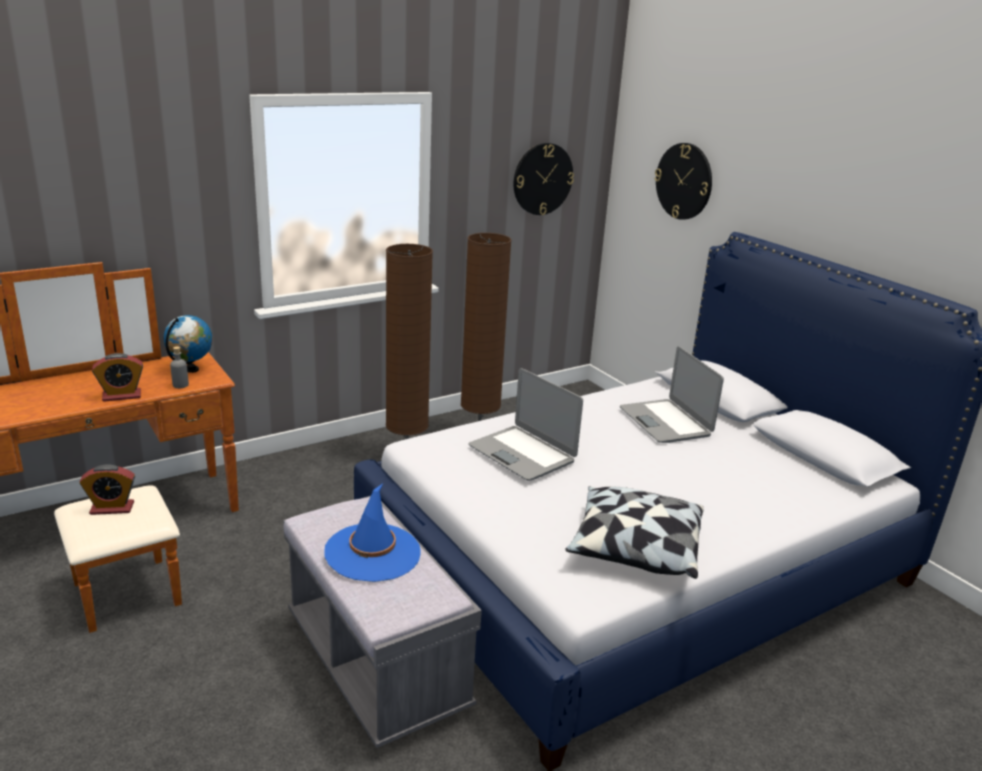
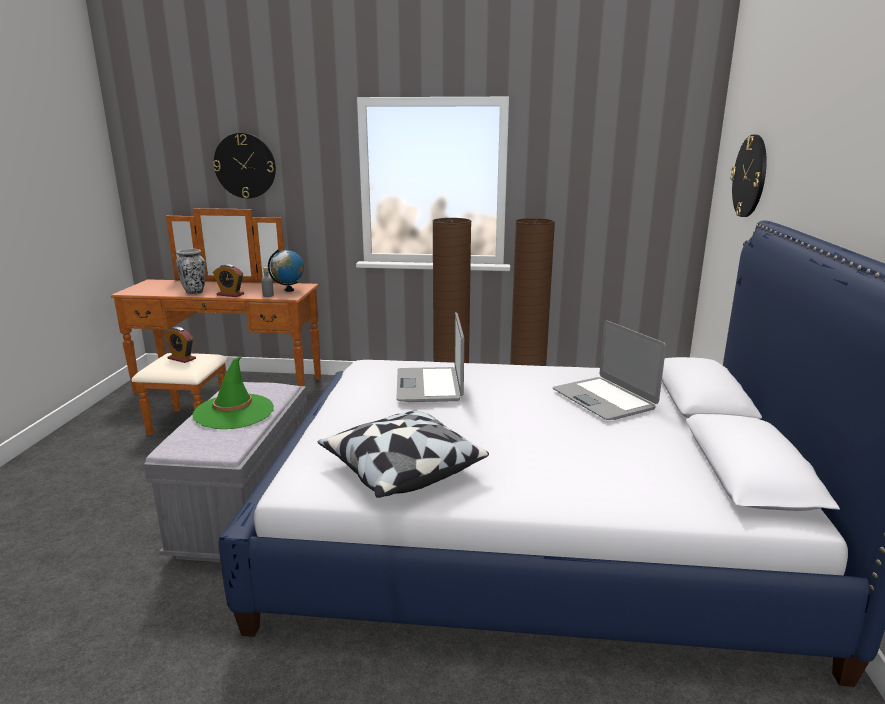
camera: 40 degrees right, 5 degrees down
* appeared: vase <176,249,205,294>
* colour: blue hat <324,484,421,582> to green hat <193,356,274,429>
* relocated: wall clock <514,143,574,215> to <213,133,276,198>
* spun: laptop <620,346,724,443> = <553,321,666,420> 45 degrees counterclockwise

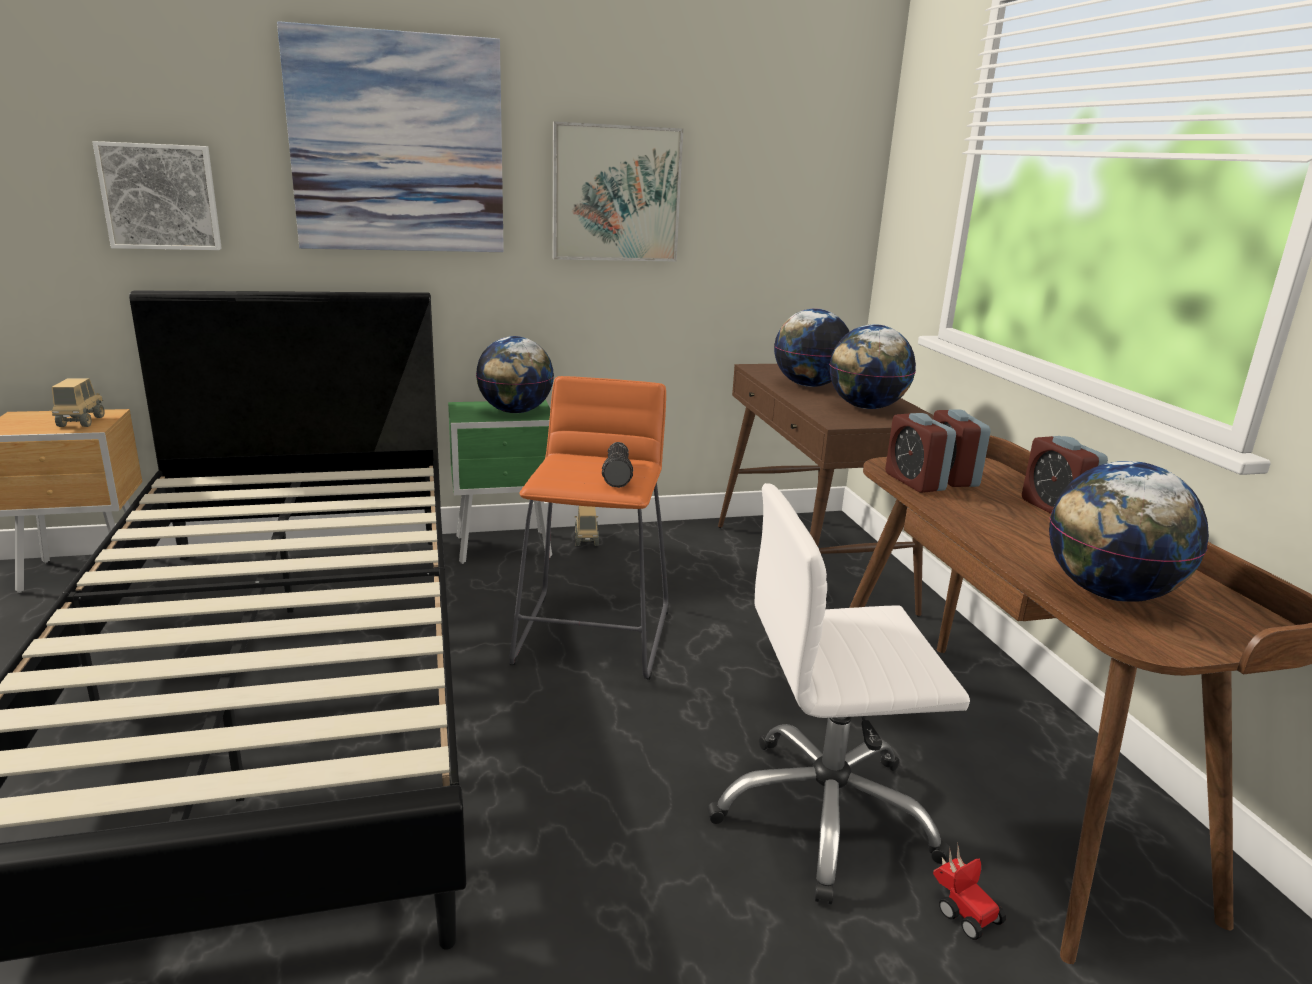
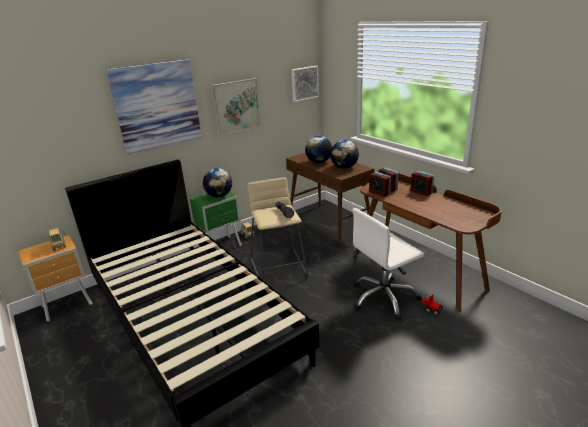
camera: 20 degrees left, 5 degrees up
* colour: orange stool <509,376,669,680> to beige stool <247,177,309,279>
* relocated: picture <93,141,222,250> to <291,66,319,102>
* missing: globe <1049,461,1209,602>

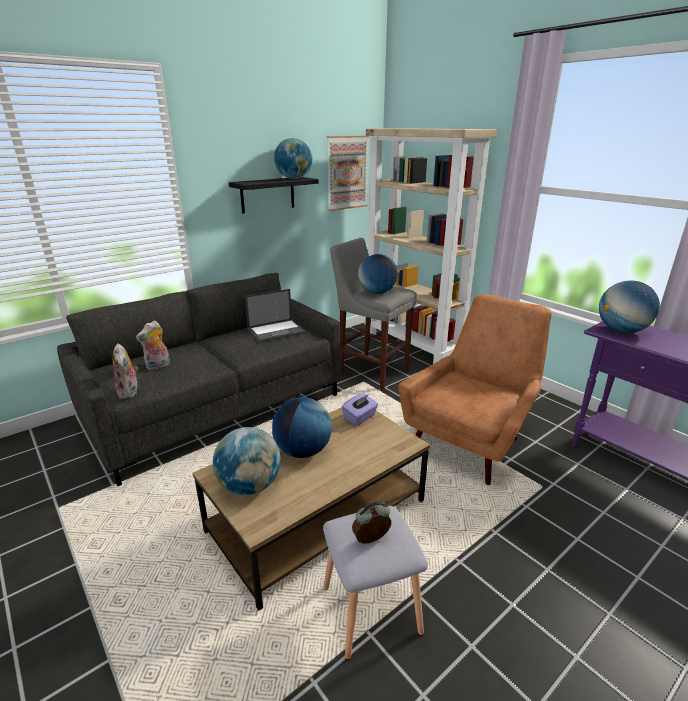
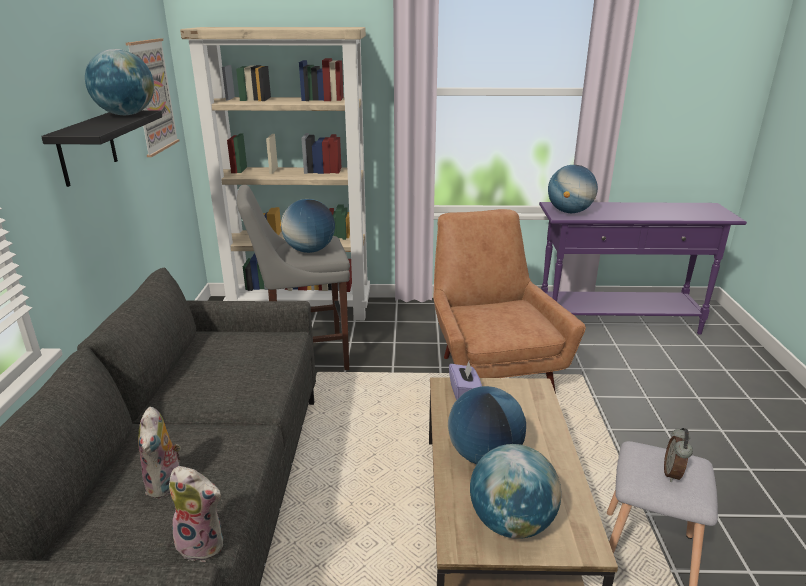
camera: 50 degrees left, 0 degrees up
* missing: laptop <245,289,306,343>

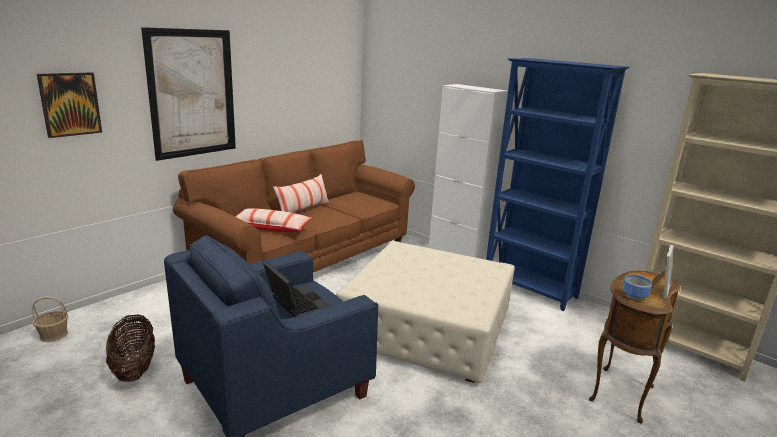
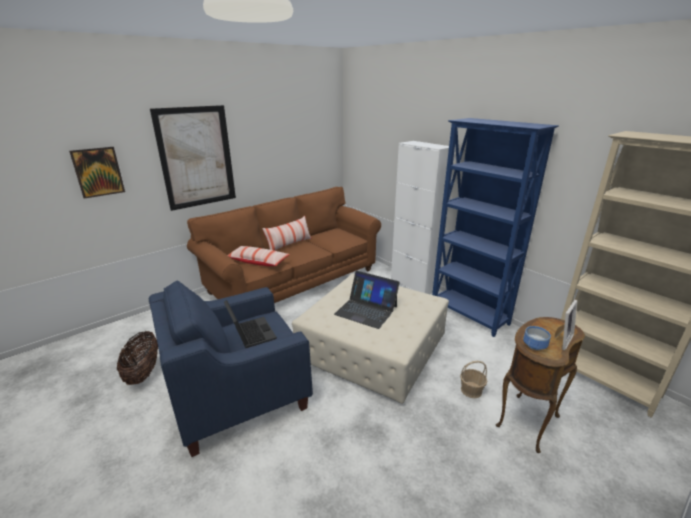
camera: 10 degrees right, 5 degrees up
* appeared: laptop <334,271,400,329>
* relocated: basket <32,296,68,342> to <460,361,487,398>

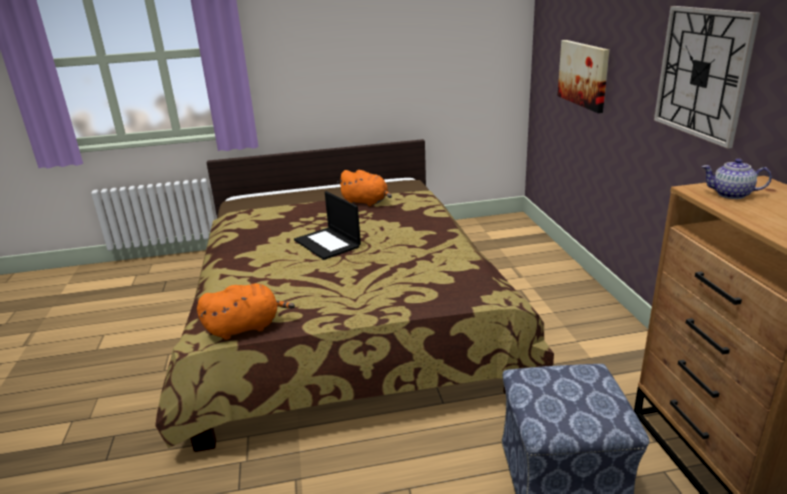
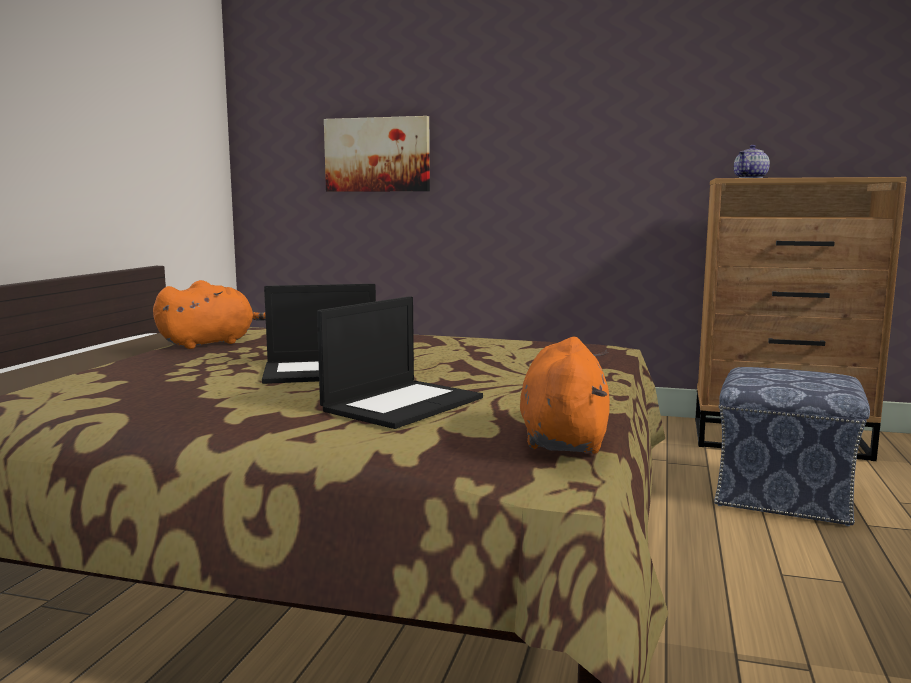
camera: 65 degrees left, 15 degrees down
* appeared: laptop <317,296,483,429>
* missing: wall clock <654,6,760,149>

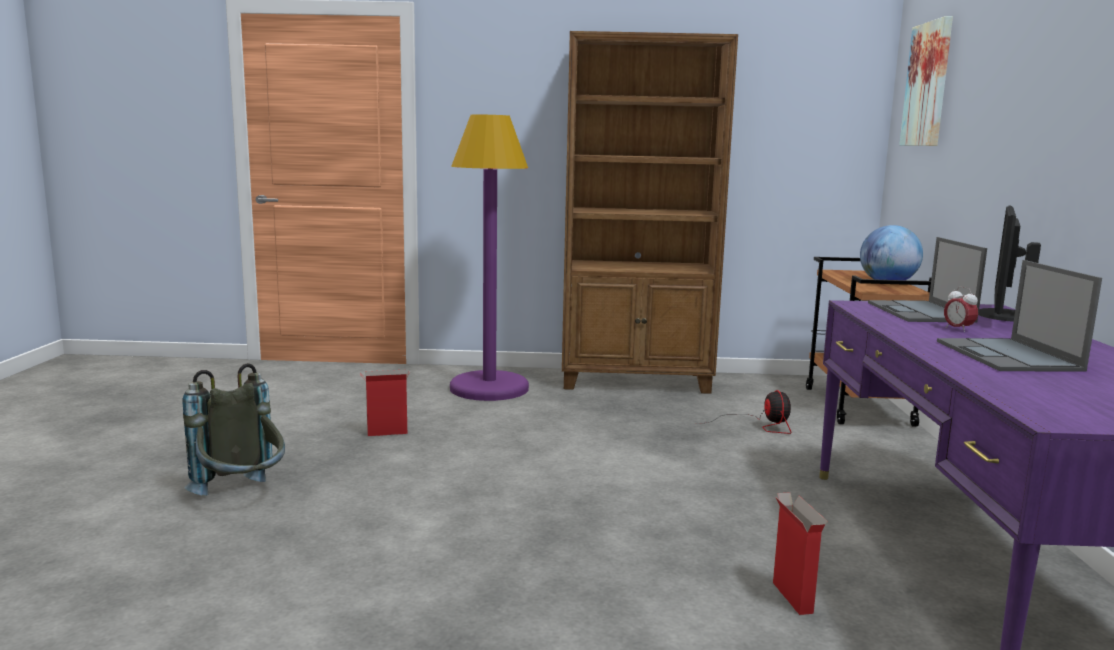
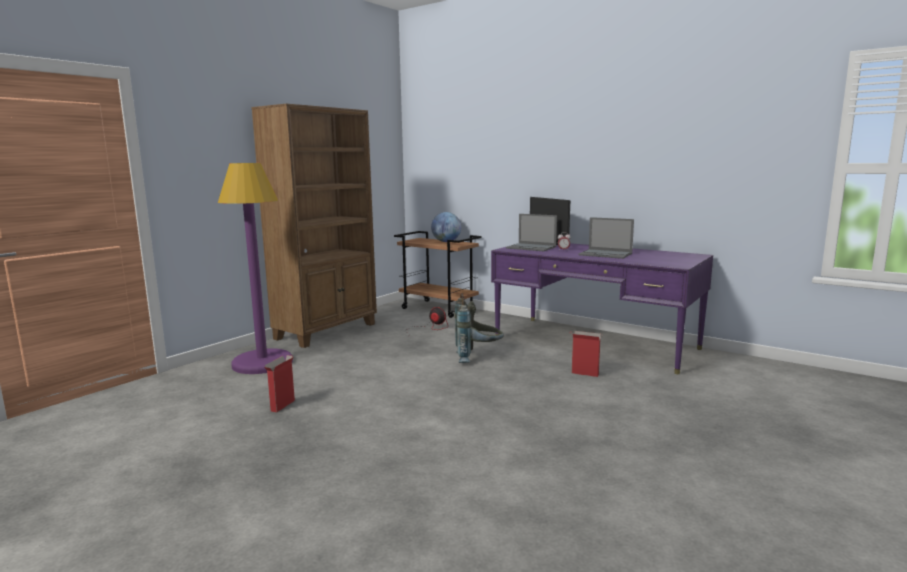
camera: 55 degrees left, 0 degrees up
* relocated: grey backpack <182,363,285,496> to <455,293,504,363>
* missing: picture <899,16,953,146>

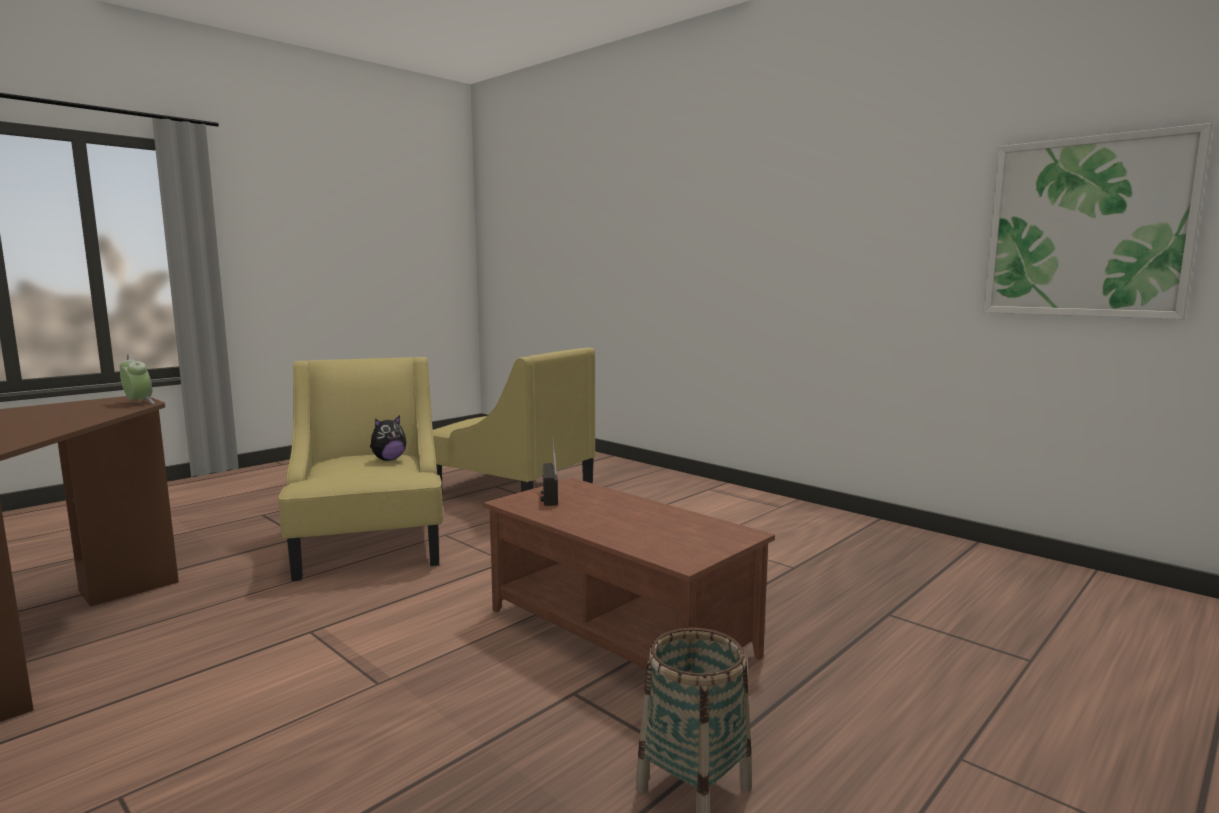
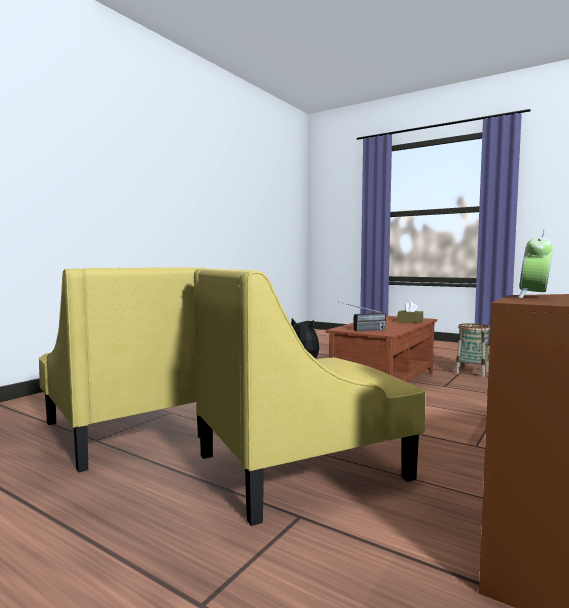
camera: 100 degrees left, 5 degrees down
* spun: yellow armchair <433,347,595,492> = <39,267,204,472> 120 degrees clockwise
* appeared: brown tissue box <398,302,423,323>
* missing: picture <983,123,1212,319>

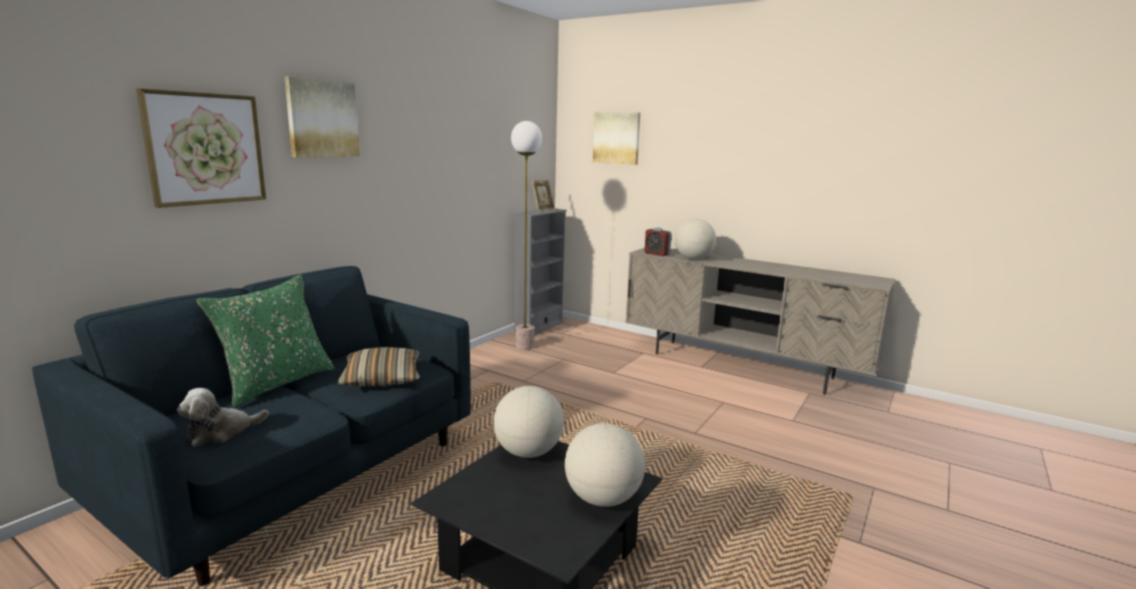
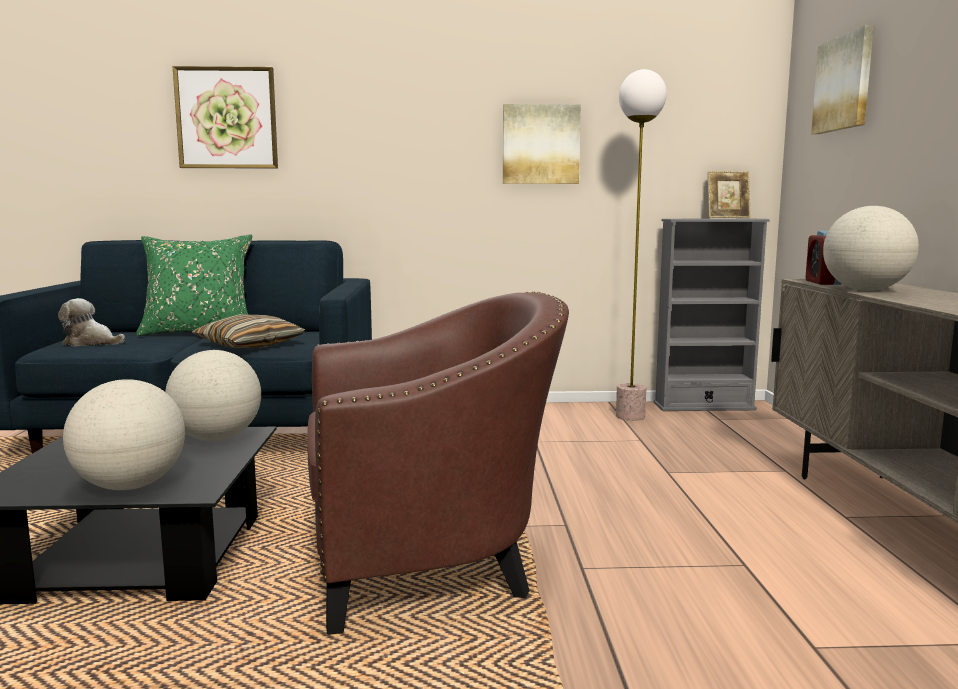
camera: 55 degrees right, 5 degrees down
* appeared: brown armchair <307,292,569,635>
* relocated: picture <284,76,360,157> to <503,104,581,184>

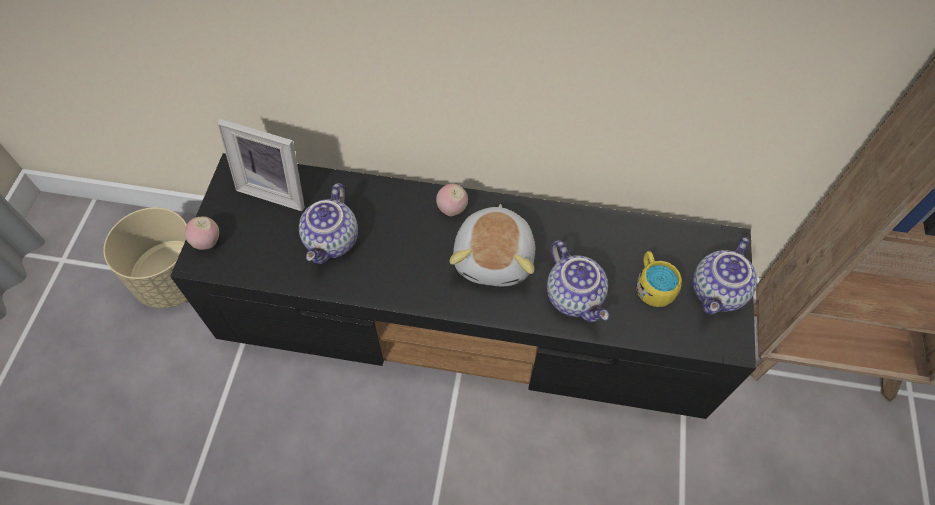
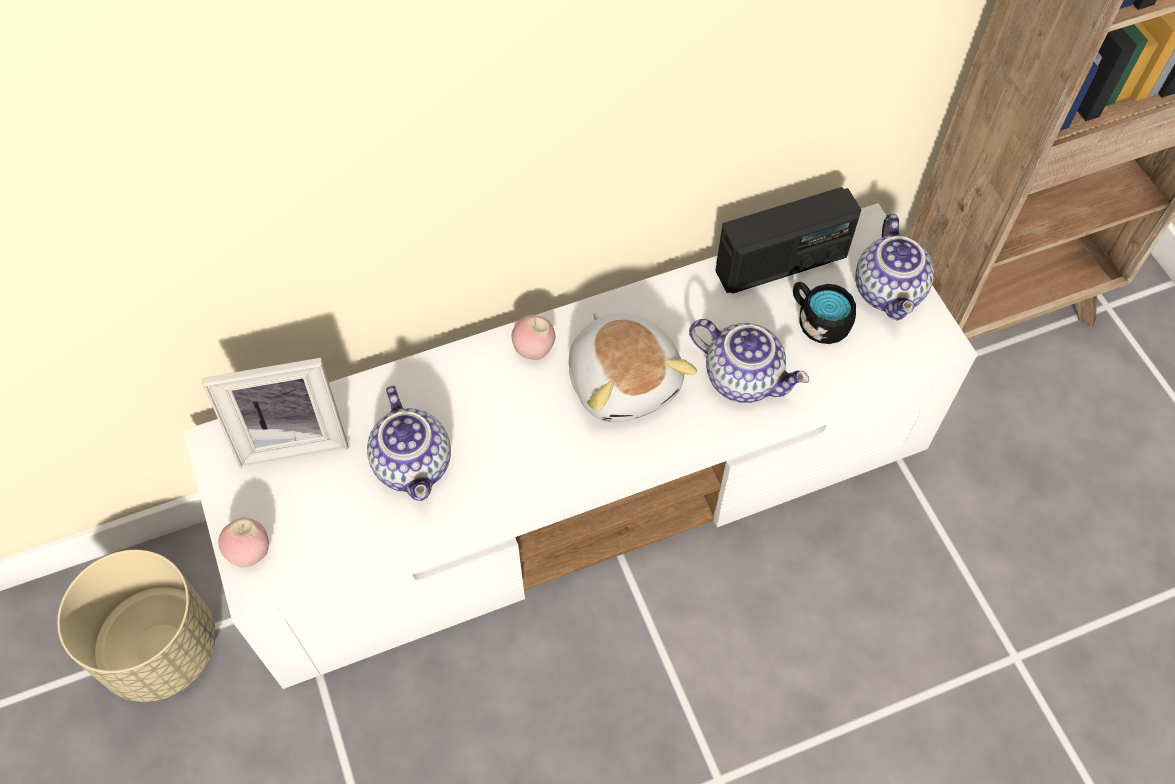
camera: 30 degrees left, 0 degrees up
* colour: black tv stand <170,153,756,419> to white tv stand <183,203,977,689>
* appeared: radio <715,187,861,293>
* colour: yellow mug <636,251,682,307> to black mug <793,282,856,344>

